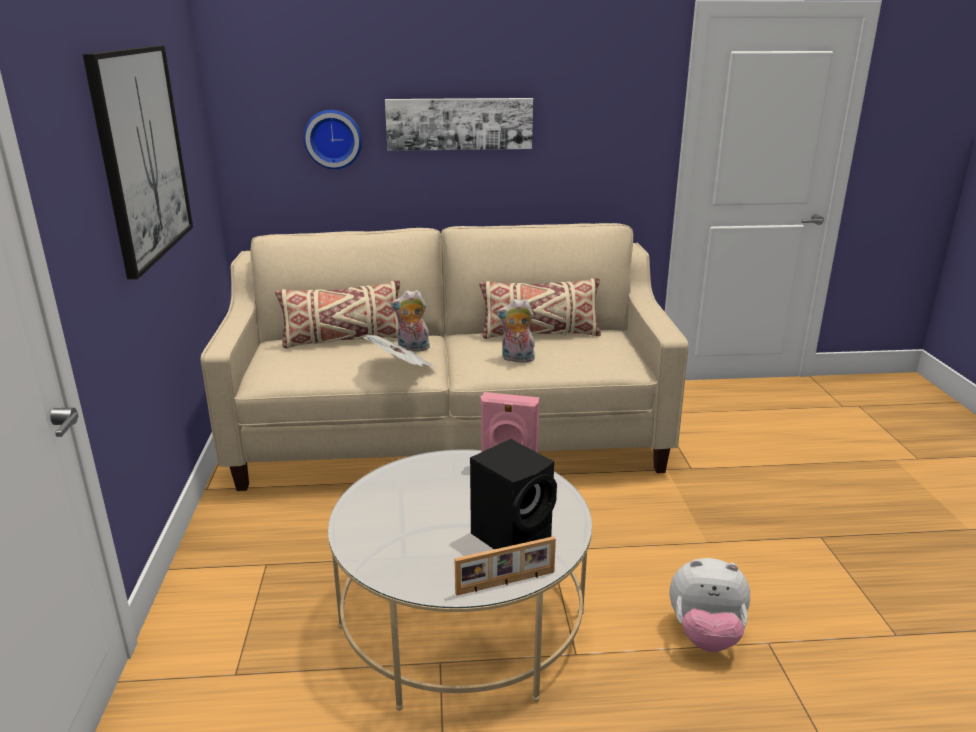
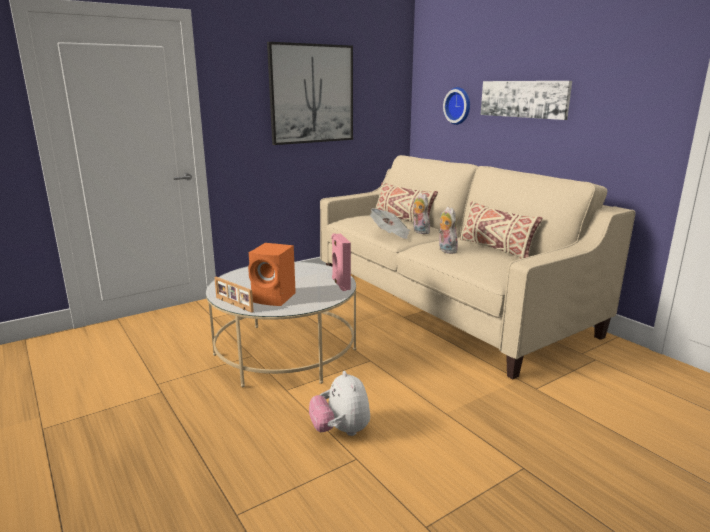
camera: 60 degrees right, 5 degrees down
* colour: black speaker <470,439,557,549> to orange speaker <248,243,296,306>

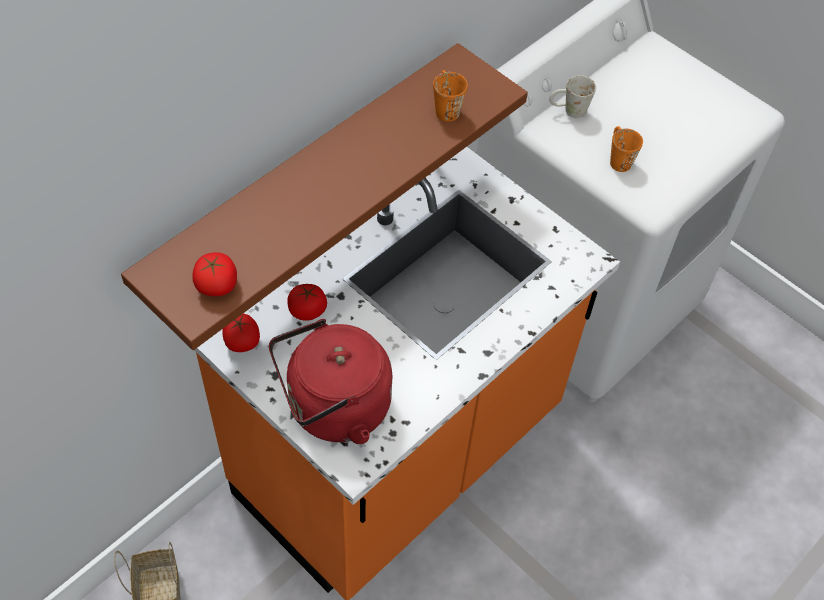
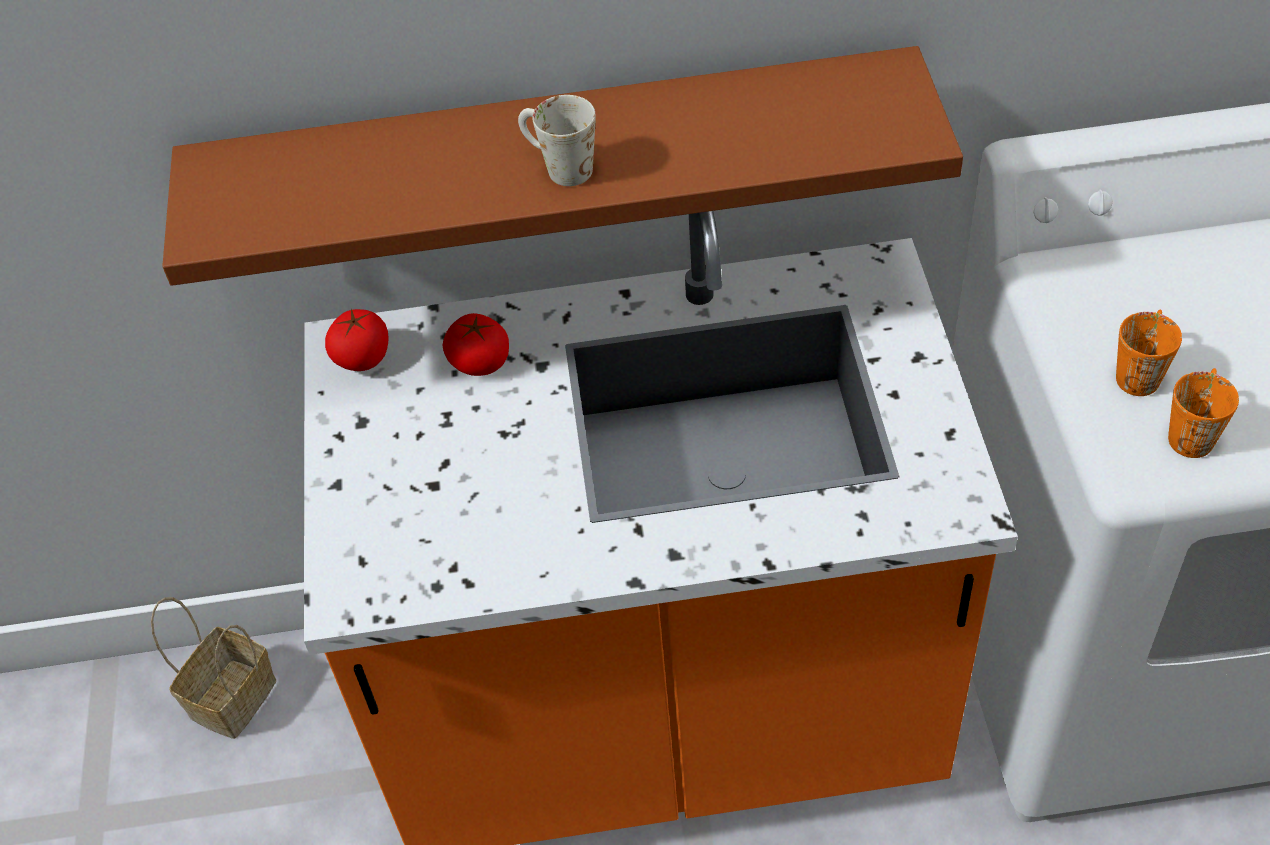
camera: 45 degrees right, 5 degrees down
* relocated: white mug <549,75,596,118> to <518,95,596,186>
* relocated: orange mug <433,70,468,122> to <1168,368,1239,458>
* missing: tomato <192,252,237,296>
* missing: red kettle <269,319,392,444>

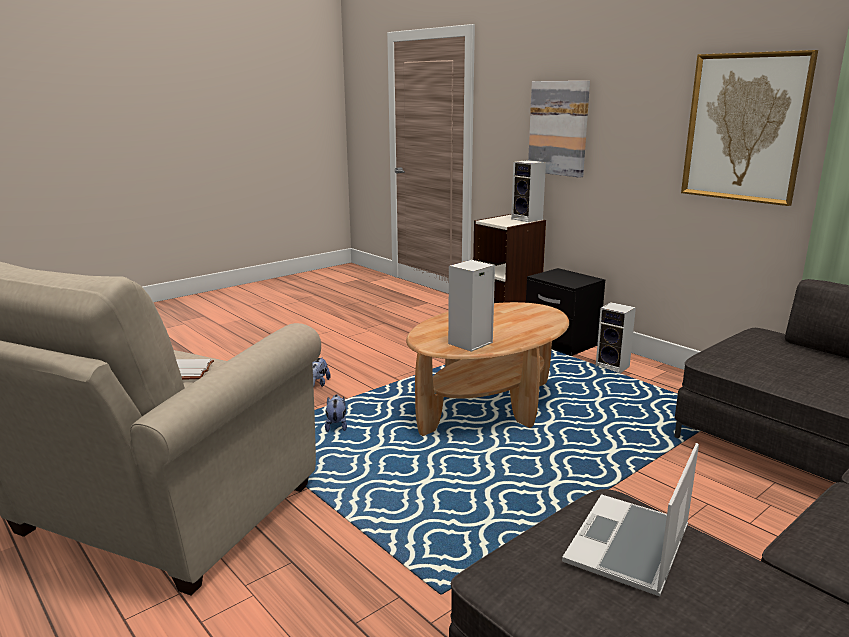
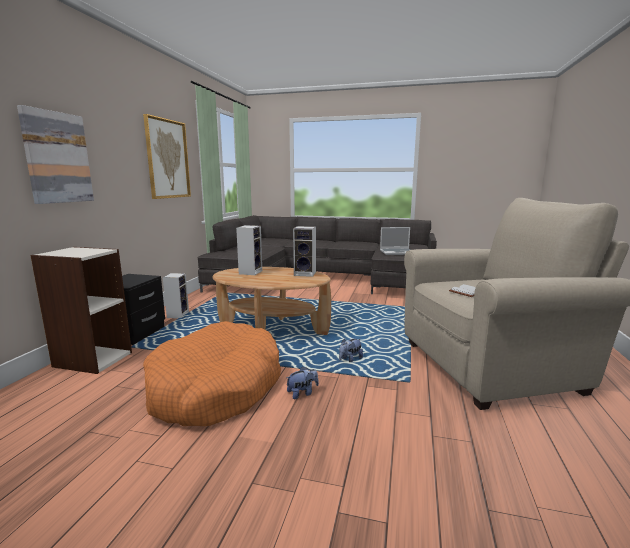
camera: 125 degrees left, 5 degrees down
* appeared: orange dog bed <143,321,281,426>
* relocated: speaker <511,160,546,222> to <236,225,262,275>

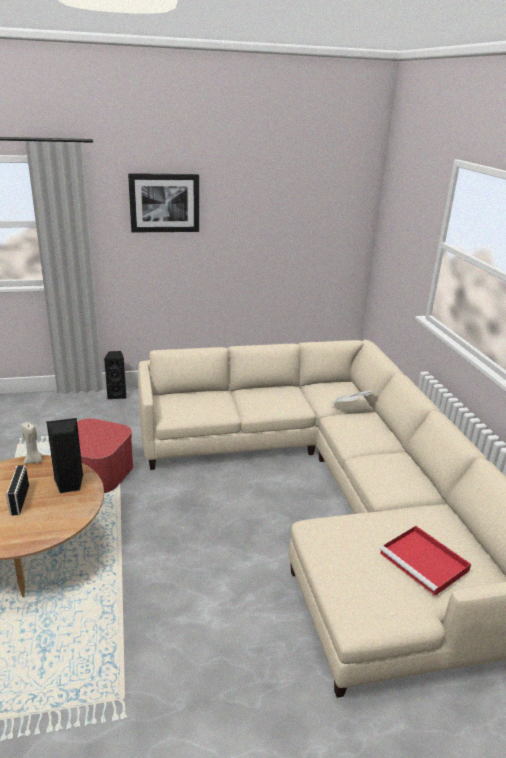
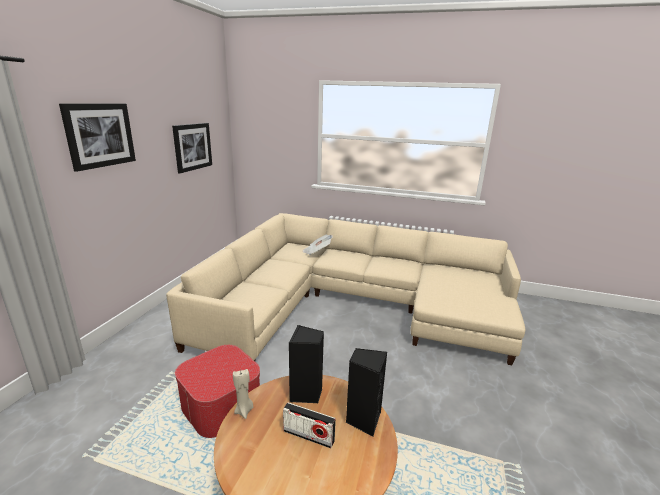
camera: 60 degrees left, 5 degrees down
* appeared: picture <172,123,212,173>
* relocated: black speaker <104,351,126,399> to <346,348,387,436>
* missing: red tray <380,526,471,596>

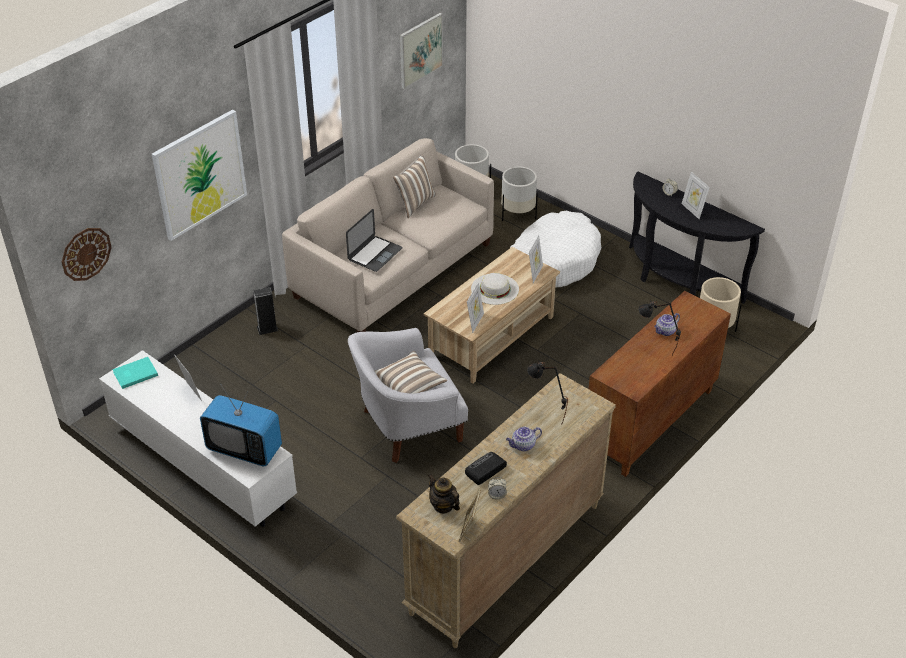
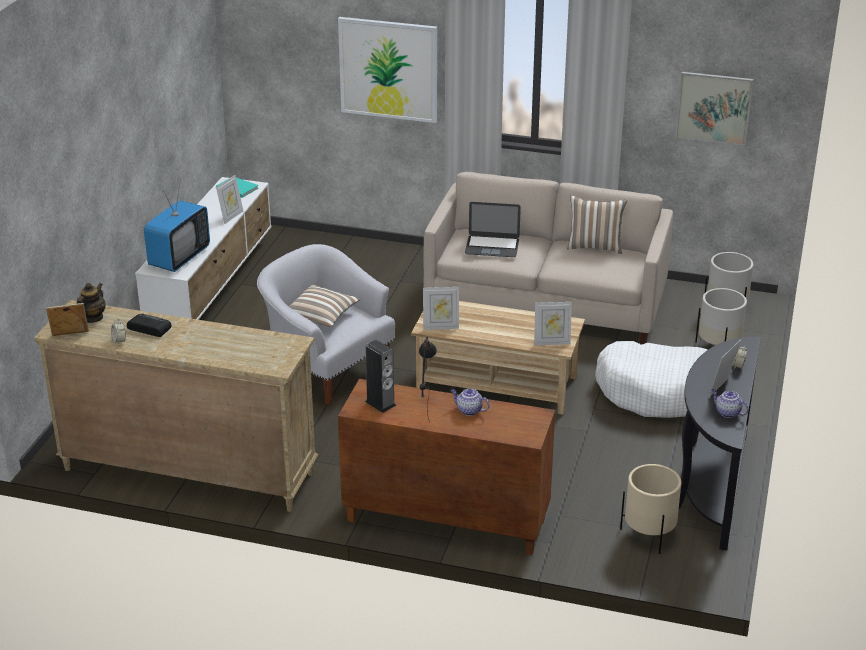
camera: 65 degrees right, 10 degrees down
* spun: television <200,383,282,466> = <144,179,210,272> 150 degrees counterclockwise
* relocated: speaker <253,287,278,335> to <365,340,396,413>
* relocated: teapot <506,427,542,452> to <712,389,749,418>
* missing: wall clock <62,228,112,281>
* missing: white hat <471,273,519,305>
* missing: black table lamp <527,360,568,425>

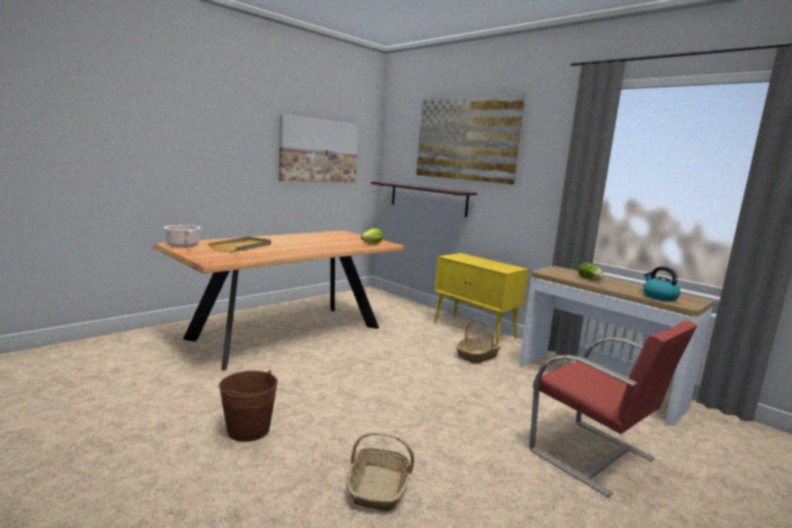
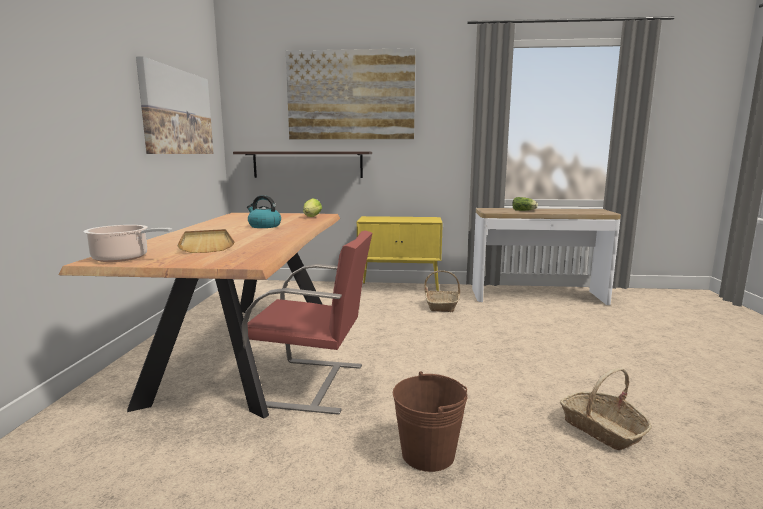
camera: 40 degrees left, 0 degrees up
* relocated: red chair <529,321,698,497> to <242,231,372,415>
* relocated: kettle <643,267,680,301> to <247,195,281,228>

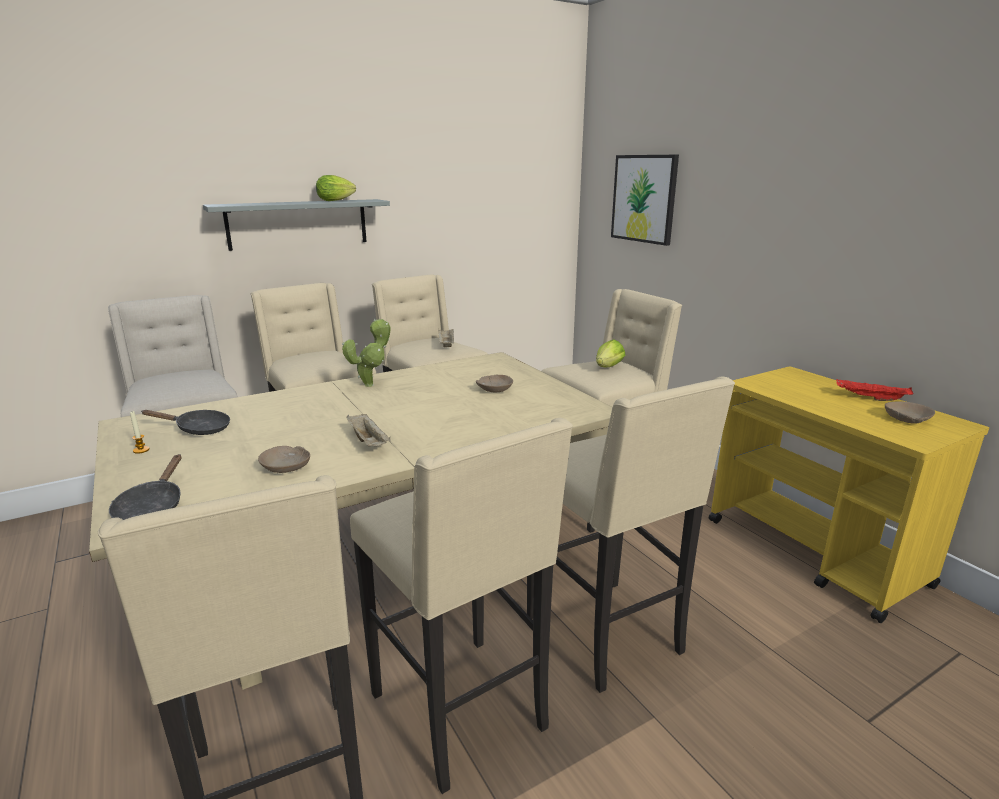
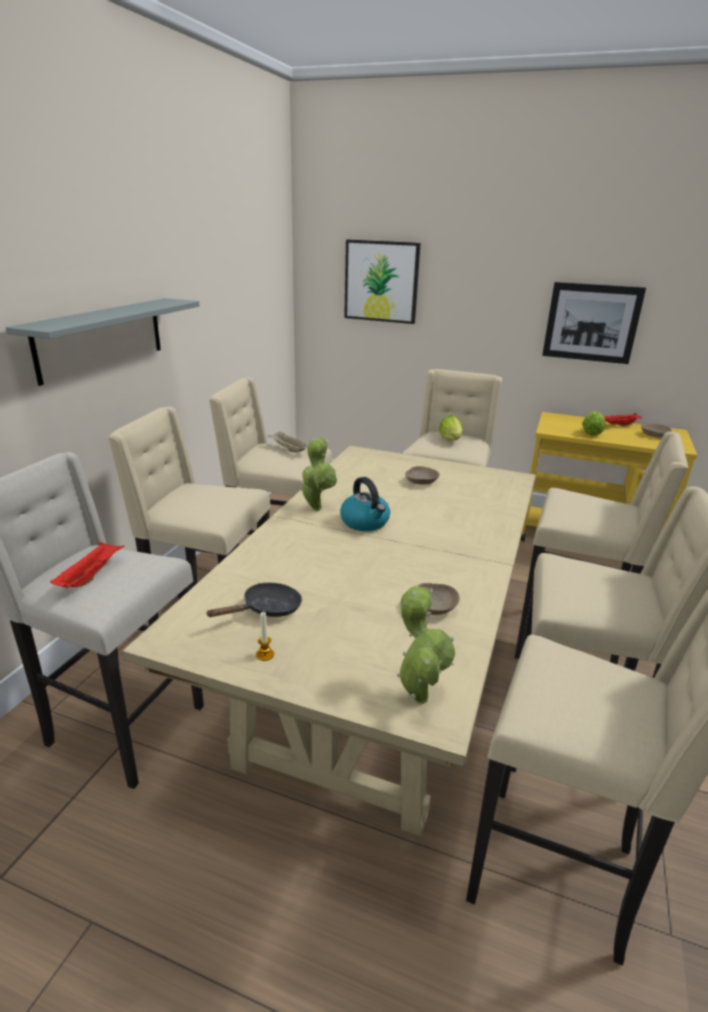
camera: 40 degrees left, 5 degrees up
* appeared: red tray <50,542,124,588>
* appeared: kettle <340,477,390,531>
* exchanged: black frying pan <109,454,182,520> to potted plant <397,586,455,704>
* appeared: picture <542,282,646,364>
* relocated: lettuce <316,175,356,201> to <582,412,605,435>
* missing: beige tray <347,413,391,446>

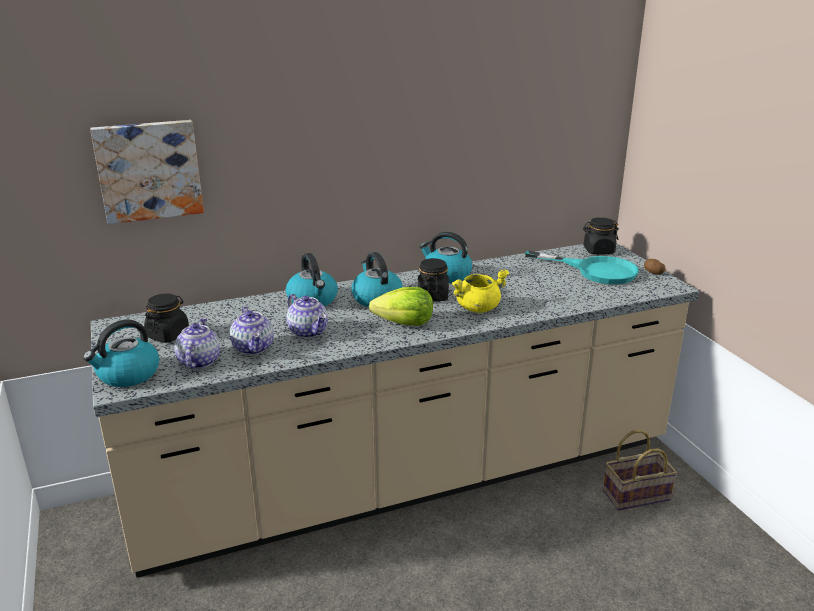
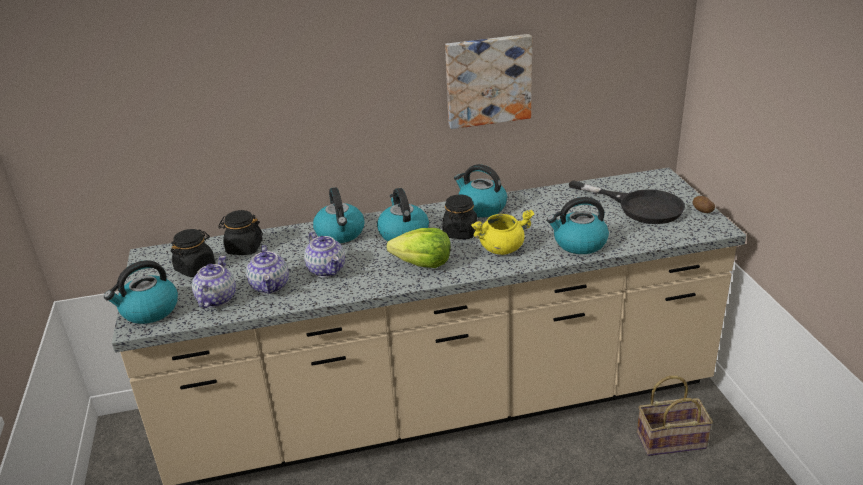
camera: 10 degrees right, 5 degrees up
* relocated: black jar <583,217,619,255> to <218,210,263,255>
* relocated: picture <90,120,204,224> to <445,34,532,129>
* appeared: kettle <547,197,609,254>
* colour: turquoise frying pan <525,250,639,284> to black frying pan <569,180,685,224>

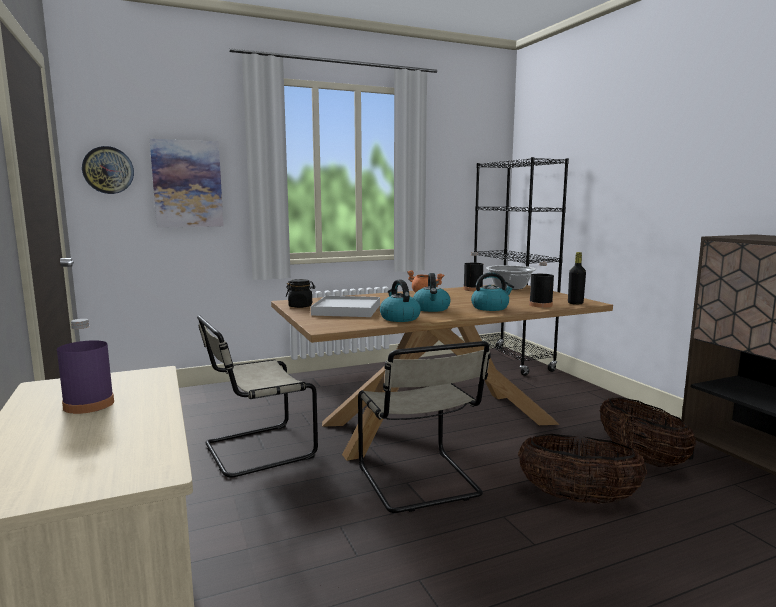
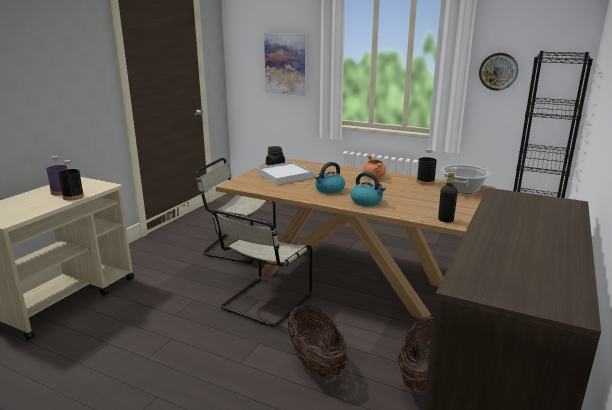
camera: 50 degrees right, 10 degrees up
* relocated: black bottle <529,262,554,308> to <58,160,84,200>
* relocated: wall clock <82,146,134,194> to <479,53,518,91>
* missing: kettle <380,280,421,322>

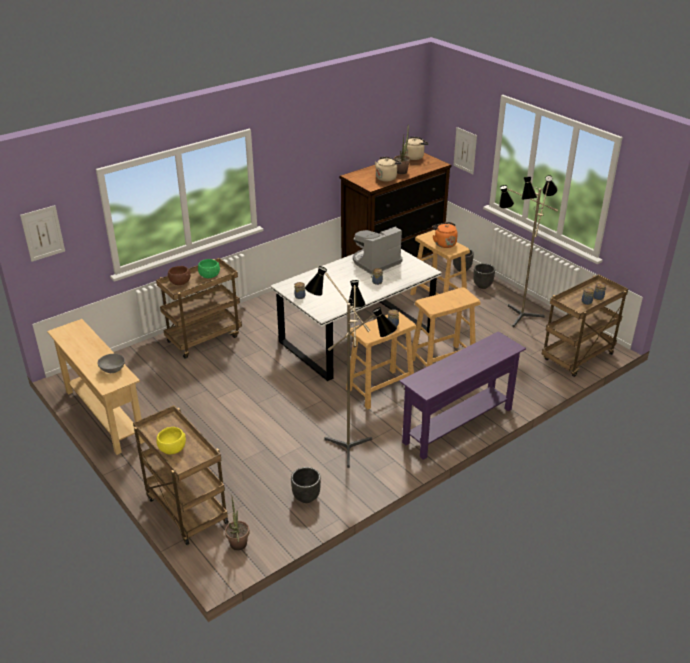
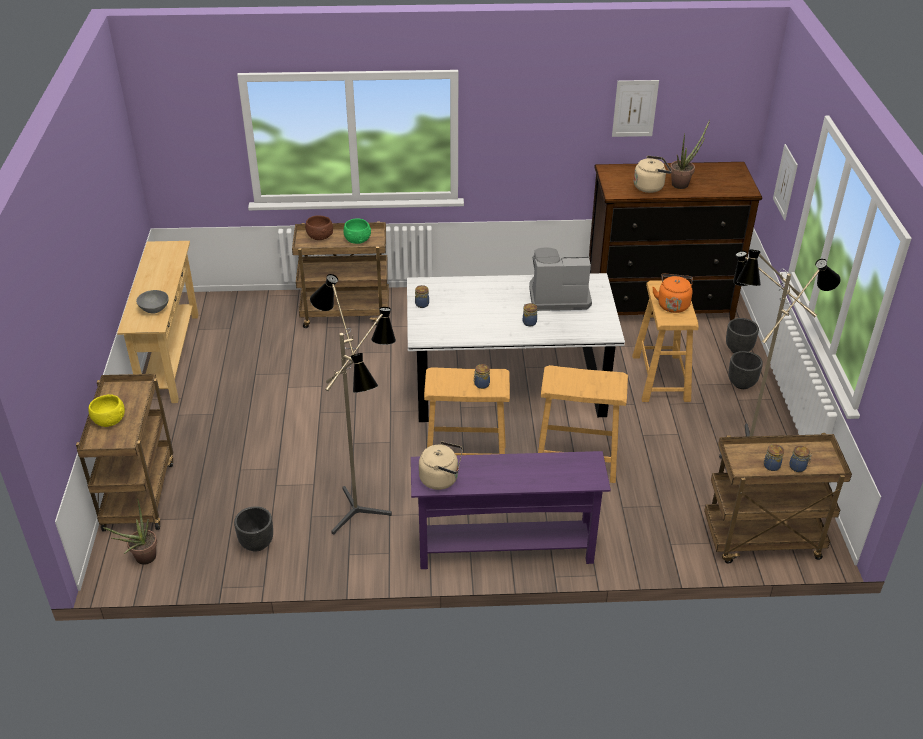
camera: 35 degrees right, 5 degrees up
* relocated: beige kettle <404,137,429,160> to <419,441,463,490>
* relocated: picture <20,205,65,262> to <612,80,659,137>

